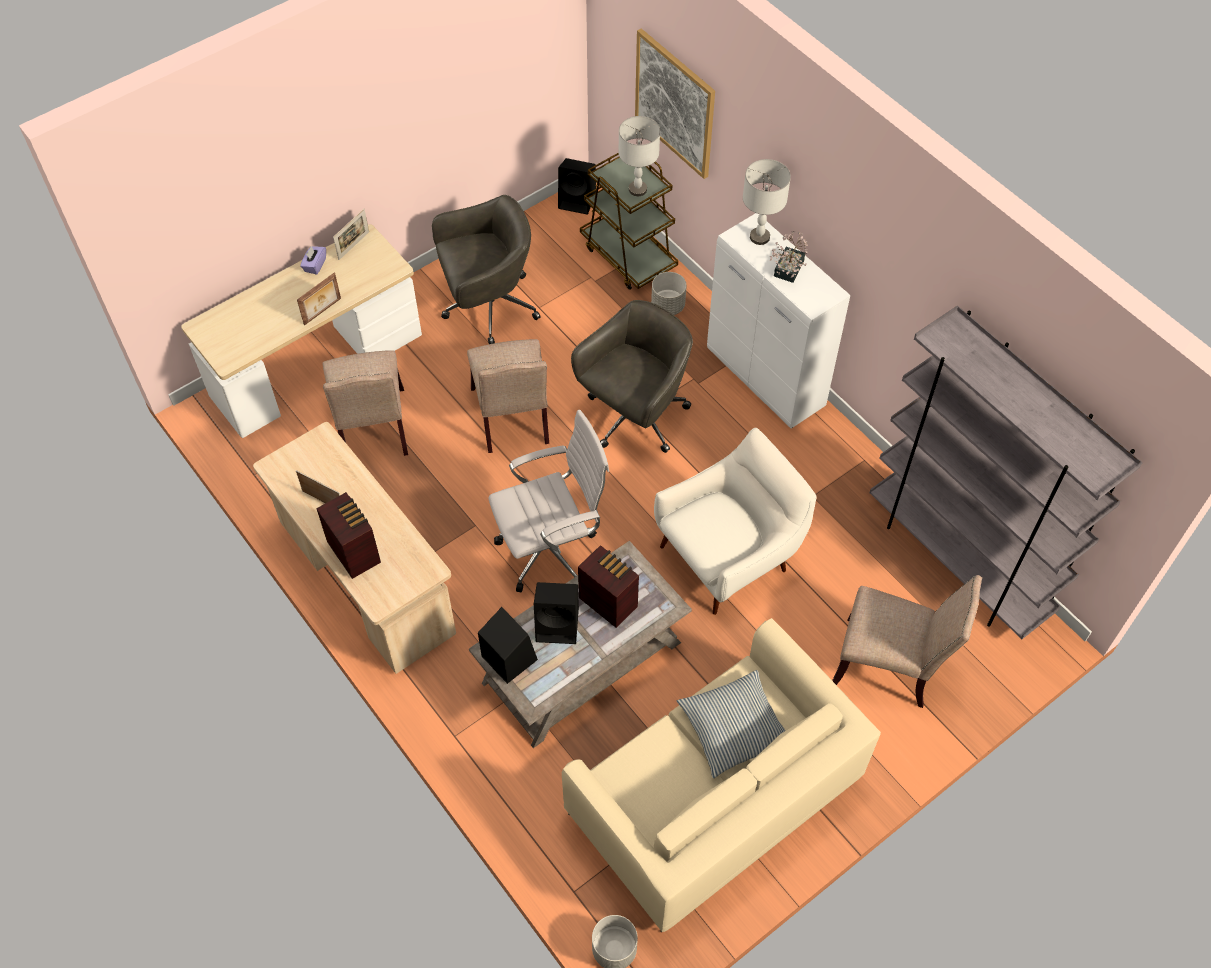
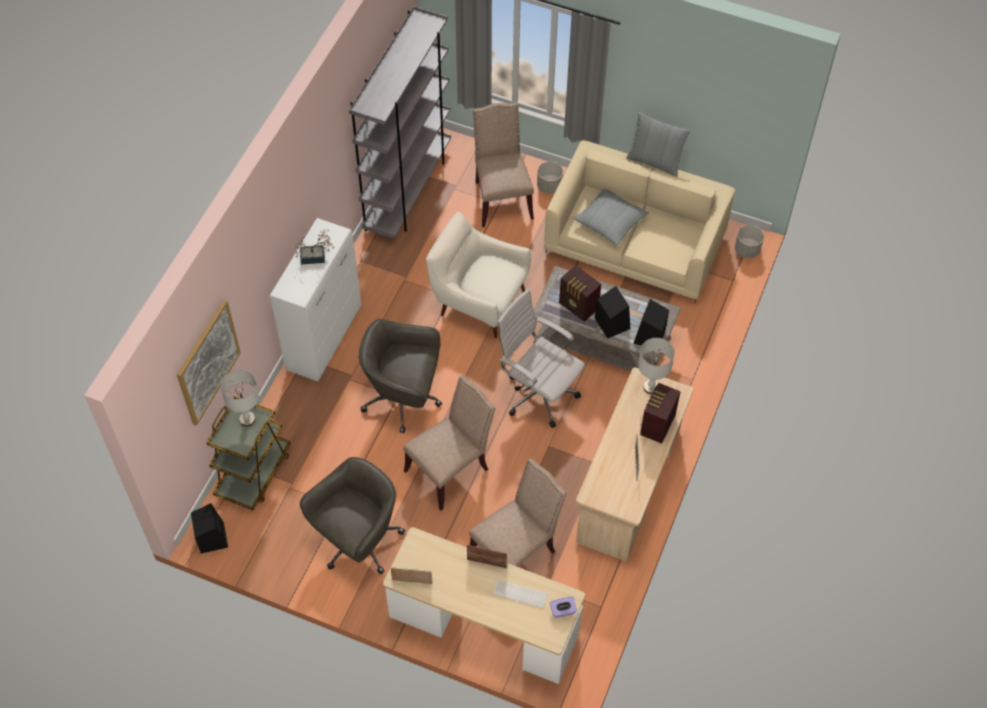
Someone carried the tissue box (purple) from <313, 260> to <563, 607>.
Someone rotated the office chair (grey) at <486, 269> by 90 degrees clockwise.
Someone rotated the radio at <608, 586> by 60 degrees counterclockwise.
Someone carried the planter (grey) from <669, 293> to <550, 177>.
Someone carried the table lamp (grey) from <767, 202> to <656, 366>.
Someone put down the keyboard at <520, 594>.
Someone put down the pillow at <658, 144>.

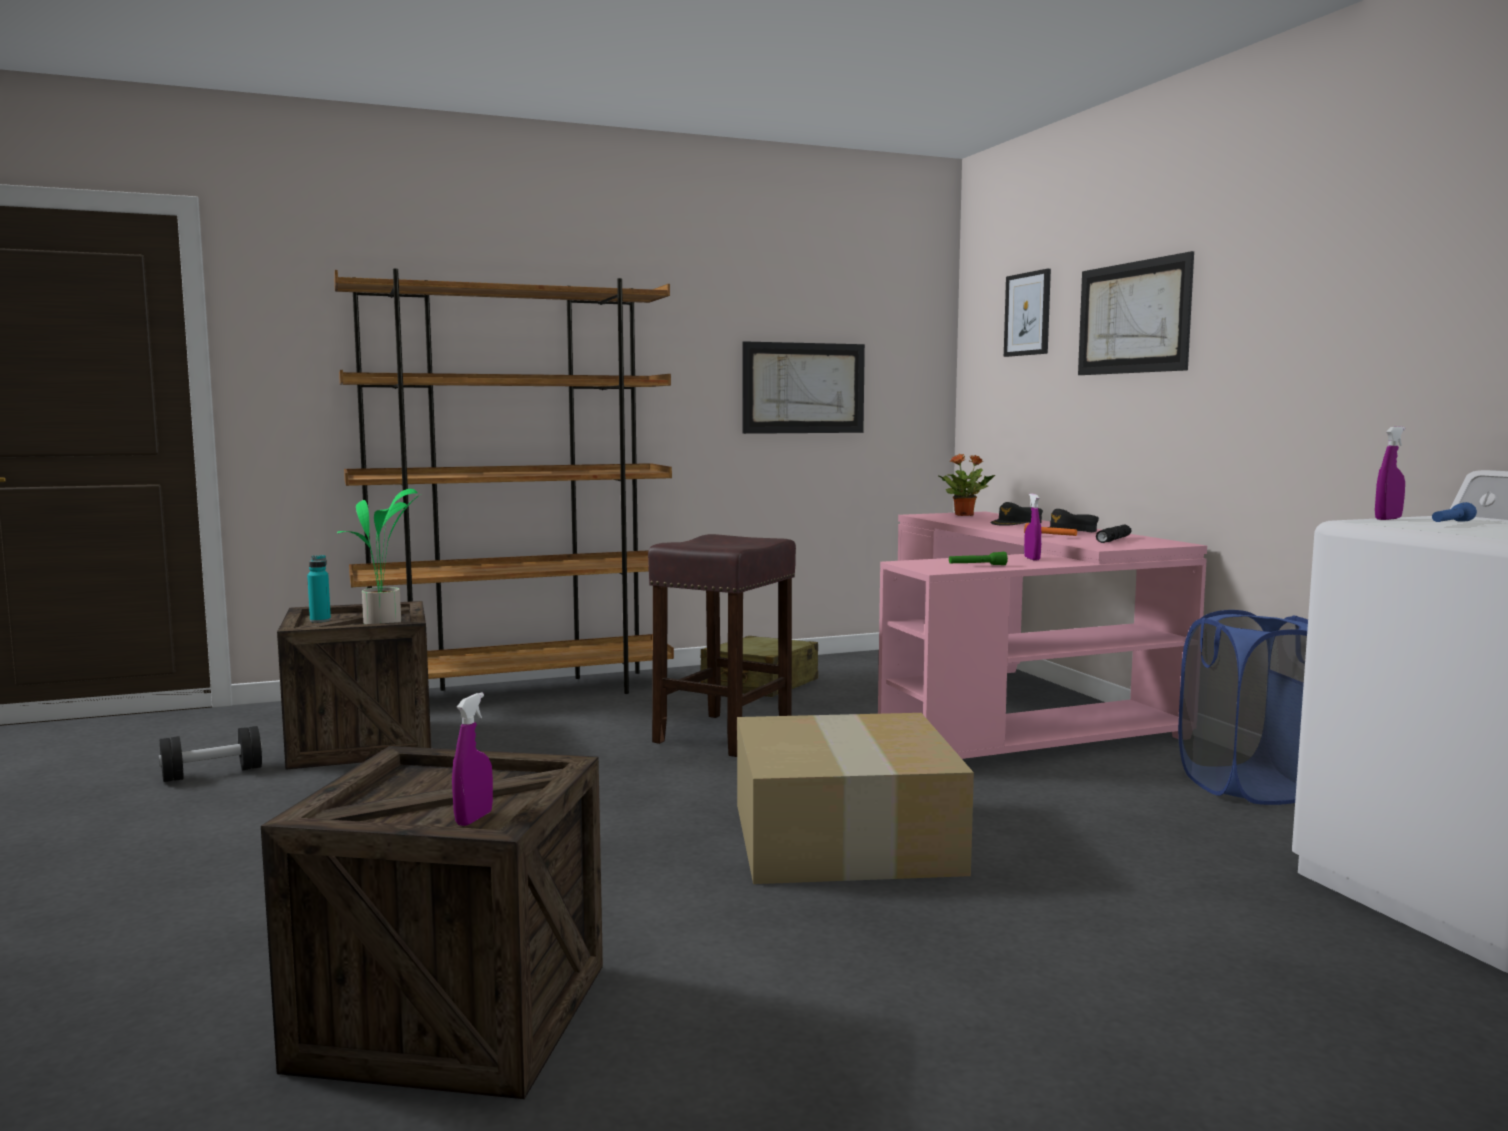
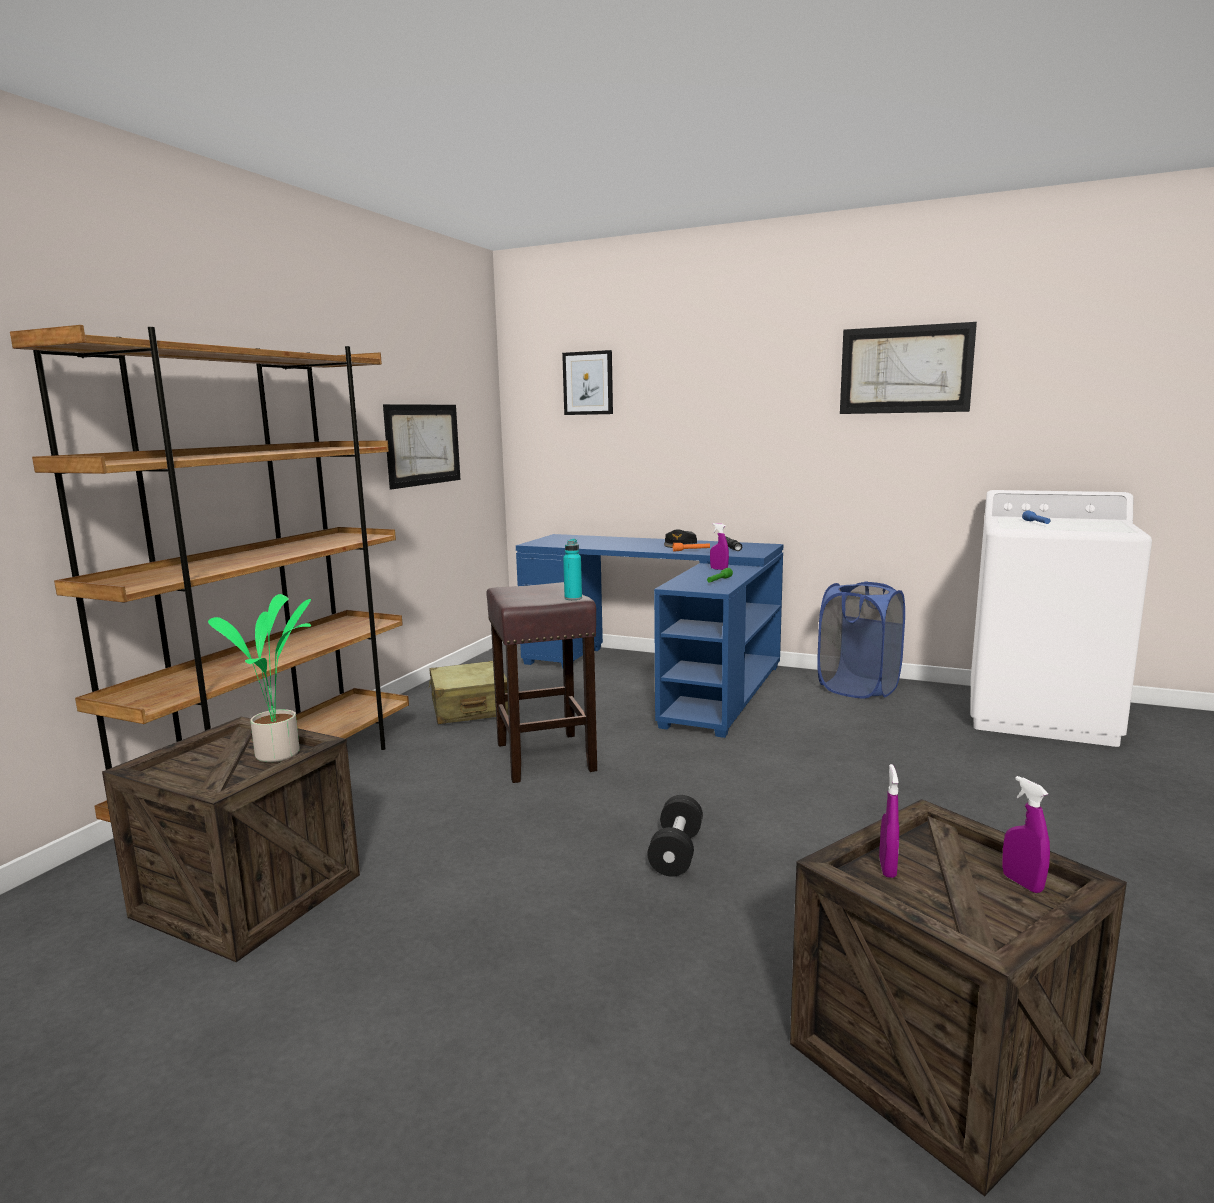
Someone carried the dumbbell (black) from <210, 754> to <675, 836>.
Someone carried the bottle (turquoise) from <319, 589> to <572, 569>.
Someone took away the cardboard box at <855, 798>.
Someone repainted the desk (pink) at <1042, 635>, which became the desk (blue) at <649, 636>.
Someone took away the potted plant at <966, 485>.
Someone took away the cap (black) at <1017, 514>.
Someone carried the picture from <1136, 313> to <908, 368>.
Someone carried the spray bottle (purple) from <1390, 473> to <889, 821>.

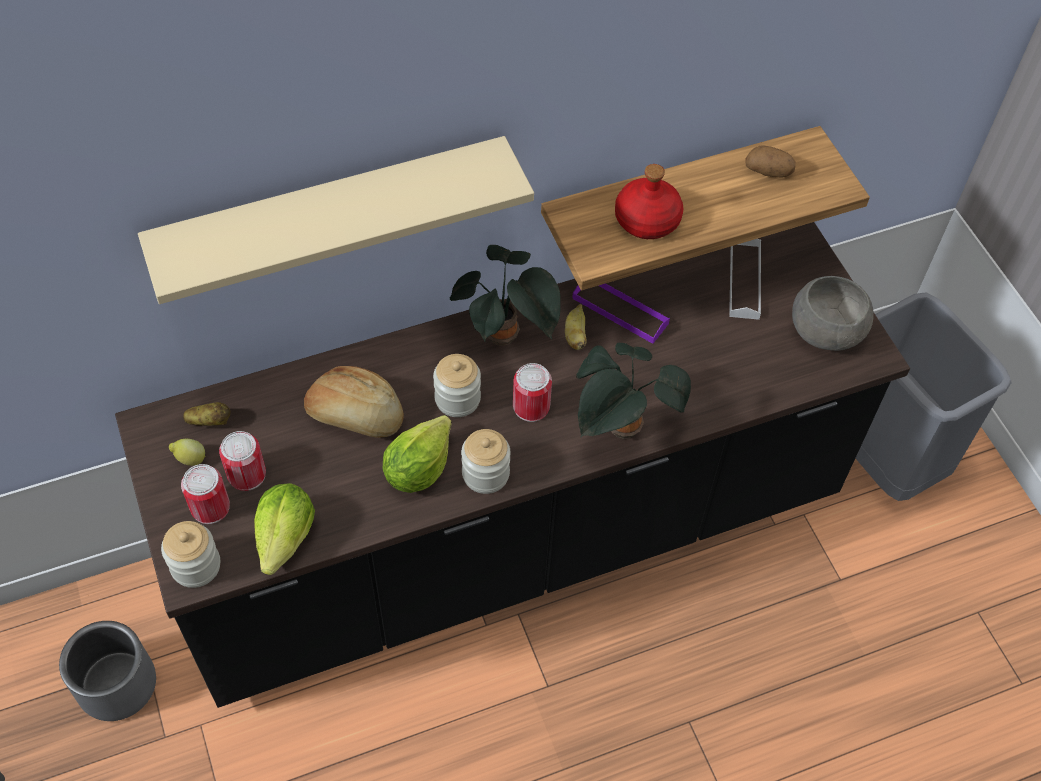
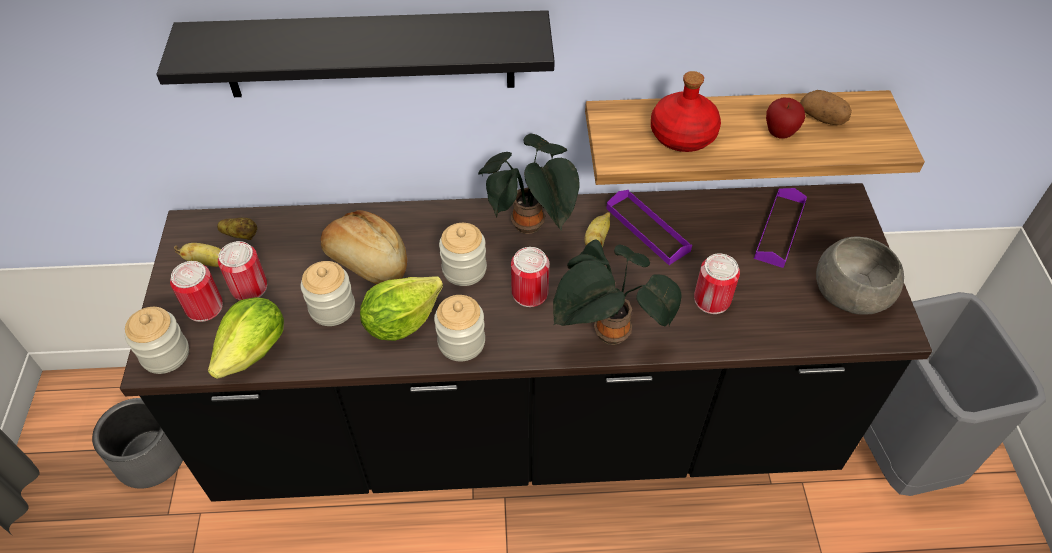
Someone repainted the shelf (beige) at <336, 220>, which became the shelf (black) at <355, 53>.
Someone swapped the lemon at <187, 452> for the banana at <197, 255>.
Someone repainted the tray (white) at <745, 279>, which became the tray (purple) at <780, 228>.
Someone put down the jar at <328, 293>.
Someone put down the can at <717, 283>.
Someone put down the apple at <785, 118>.

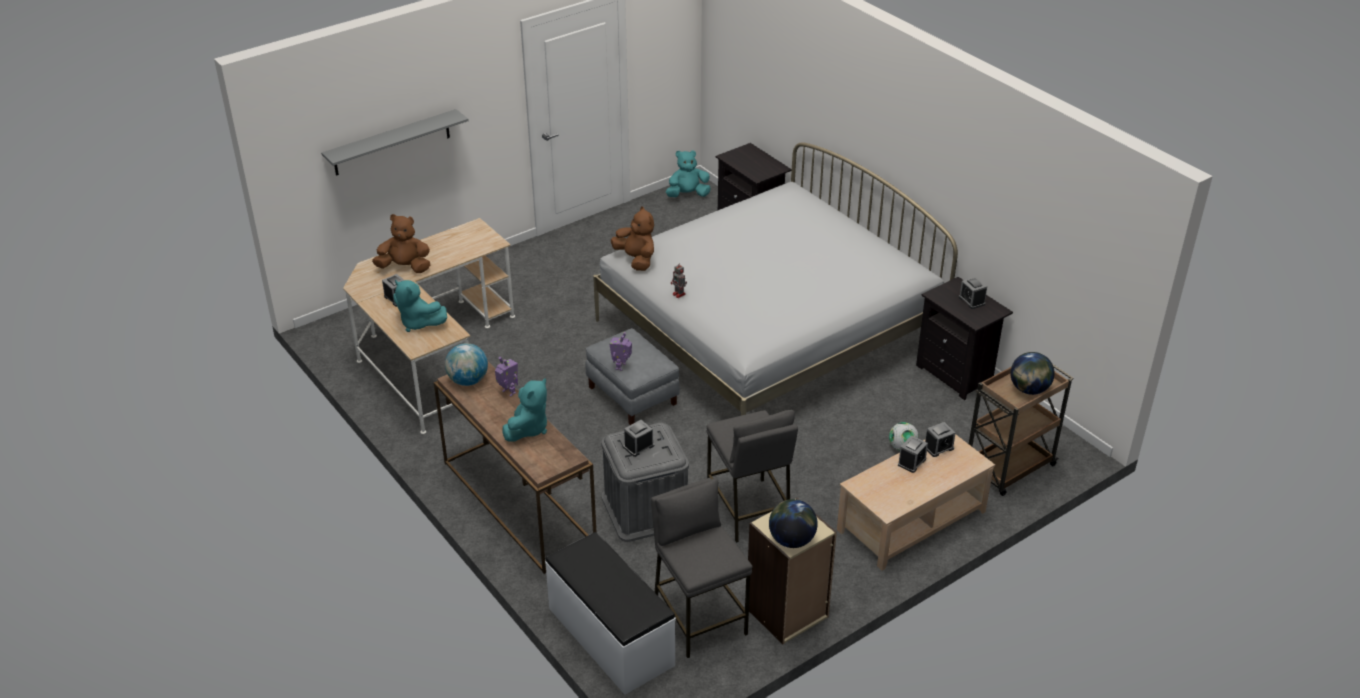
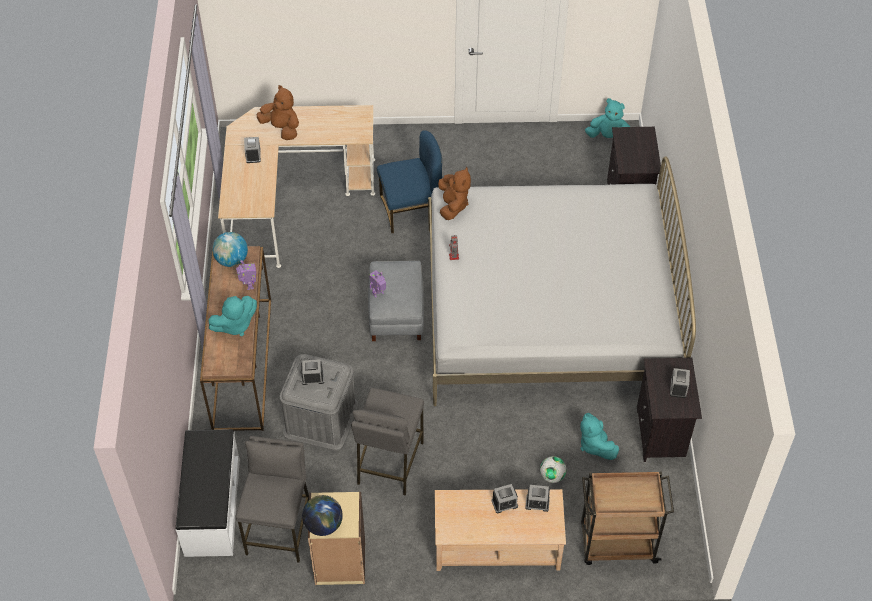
Someone took away the shelf (grey) at <395, 142>.
Someone carried the plush toy (turquoise) from <420, 306> to <599, 436>.
Someone took away the globe at <1032, 373>.
Someone put down the chair (blue) at <409, 181>.

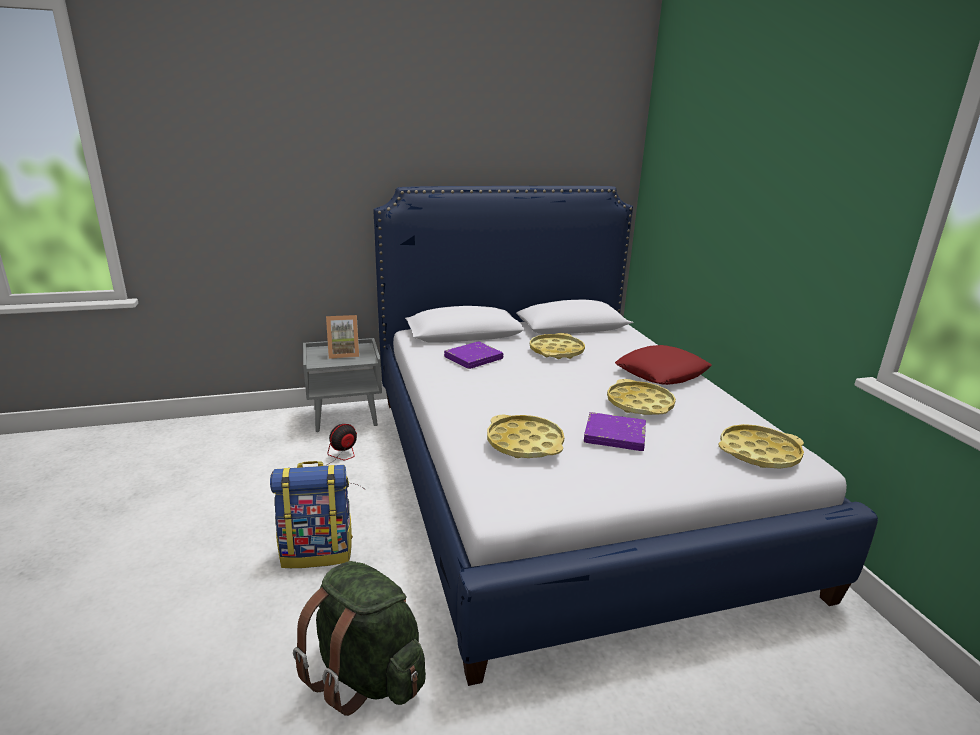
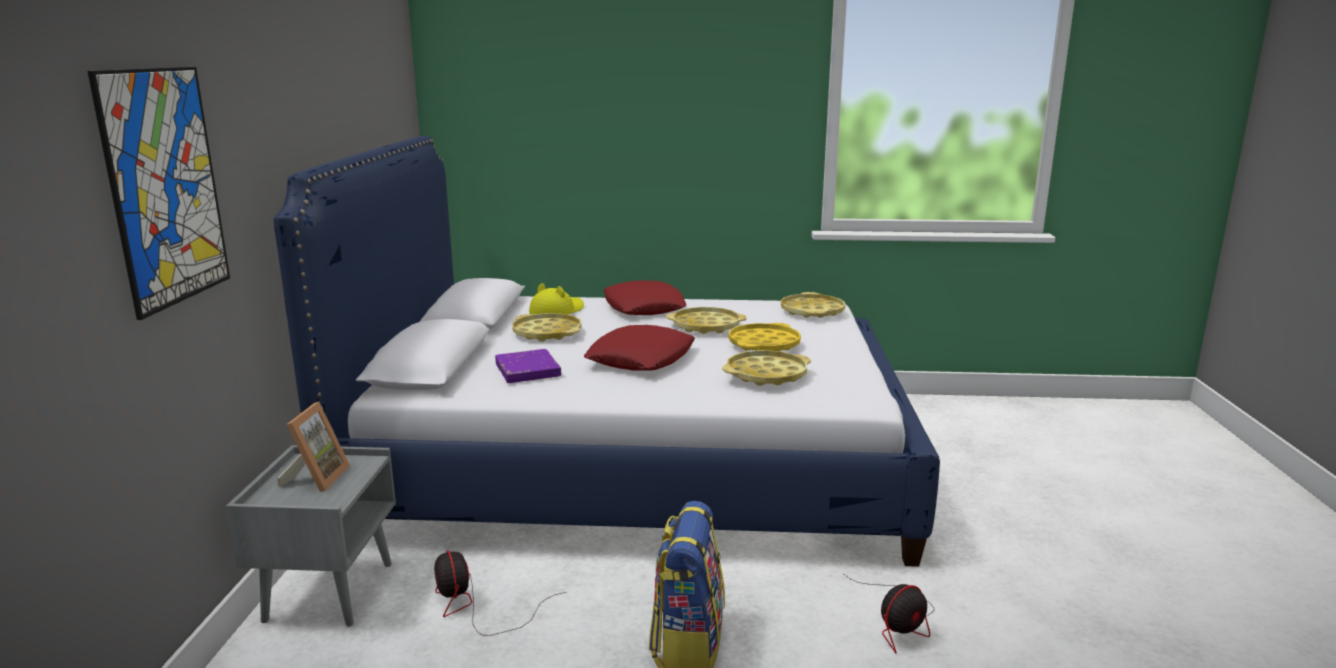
Someone swapped the backpack (green) at <359, 638> for the fan at <889, 613>.
Someone swapped the book (purple) at <615, 431> for the tray (yellow) at <764, 337>.
Someone put up the picture at <159, 193>.
Someone put down the hat (yellow) at <556, 298>.
Someone put down the pillow (red) at <639, 348>.

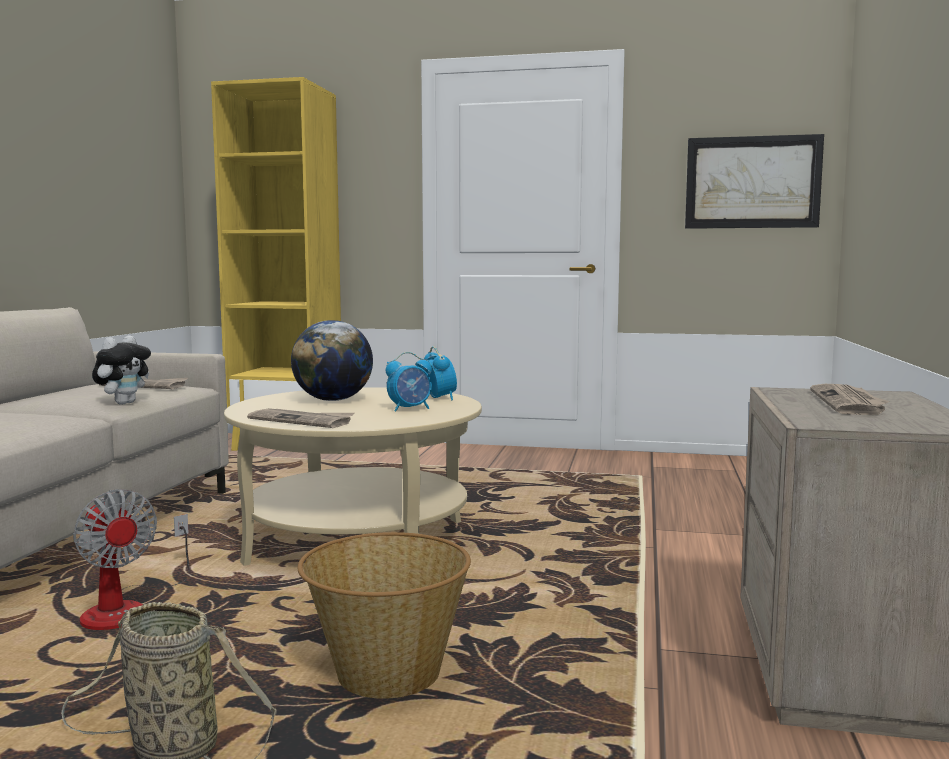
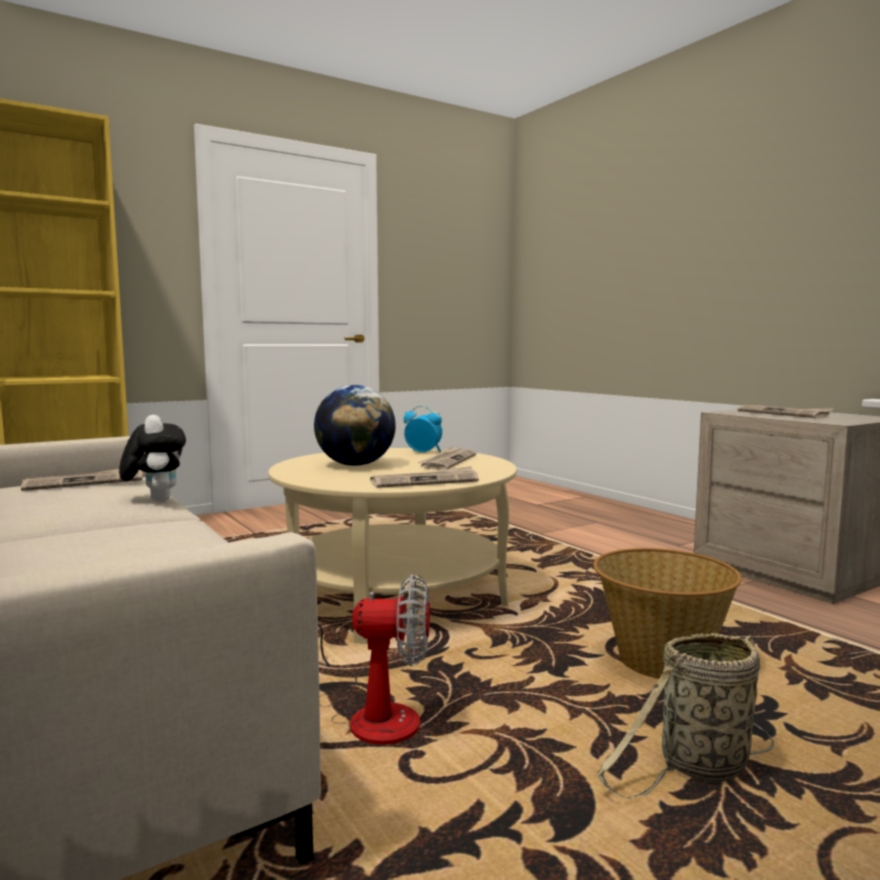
Someone swapped the alarm clock at <409, 381> for the newspaper at <447, 458>.
Someone took away the picture at <754, 181>.

